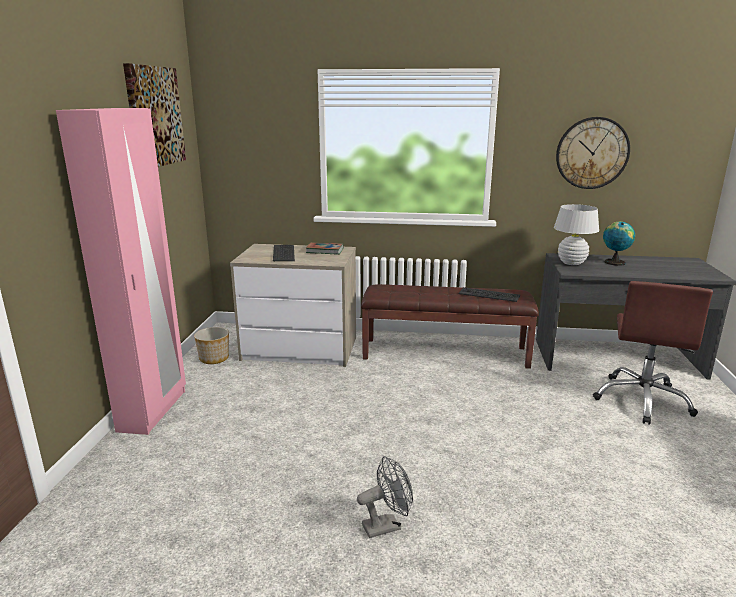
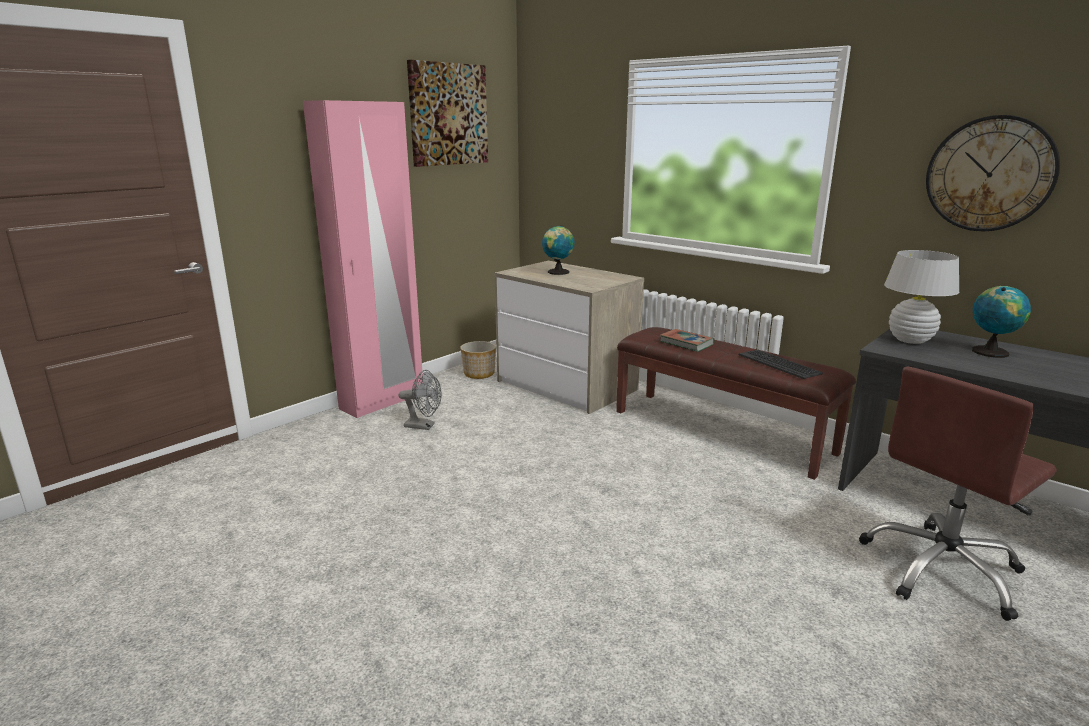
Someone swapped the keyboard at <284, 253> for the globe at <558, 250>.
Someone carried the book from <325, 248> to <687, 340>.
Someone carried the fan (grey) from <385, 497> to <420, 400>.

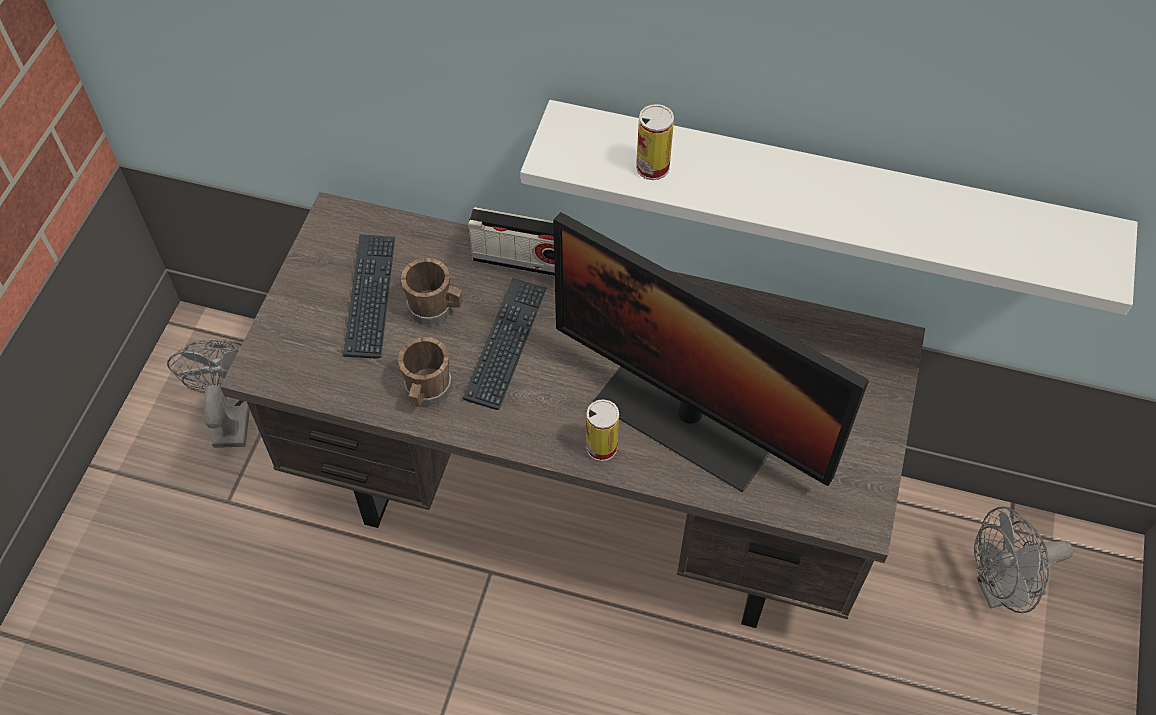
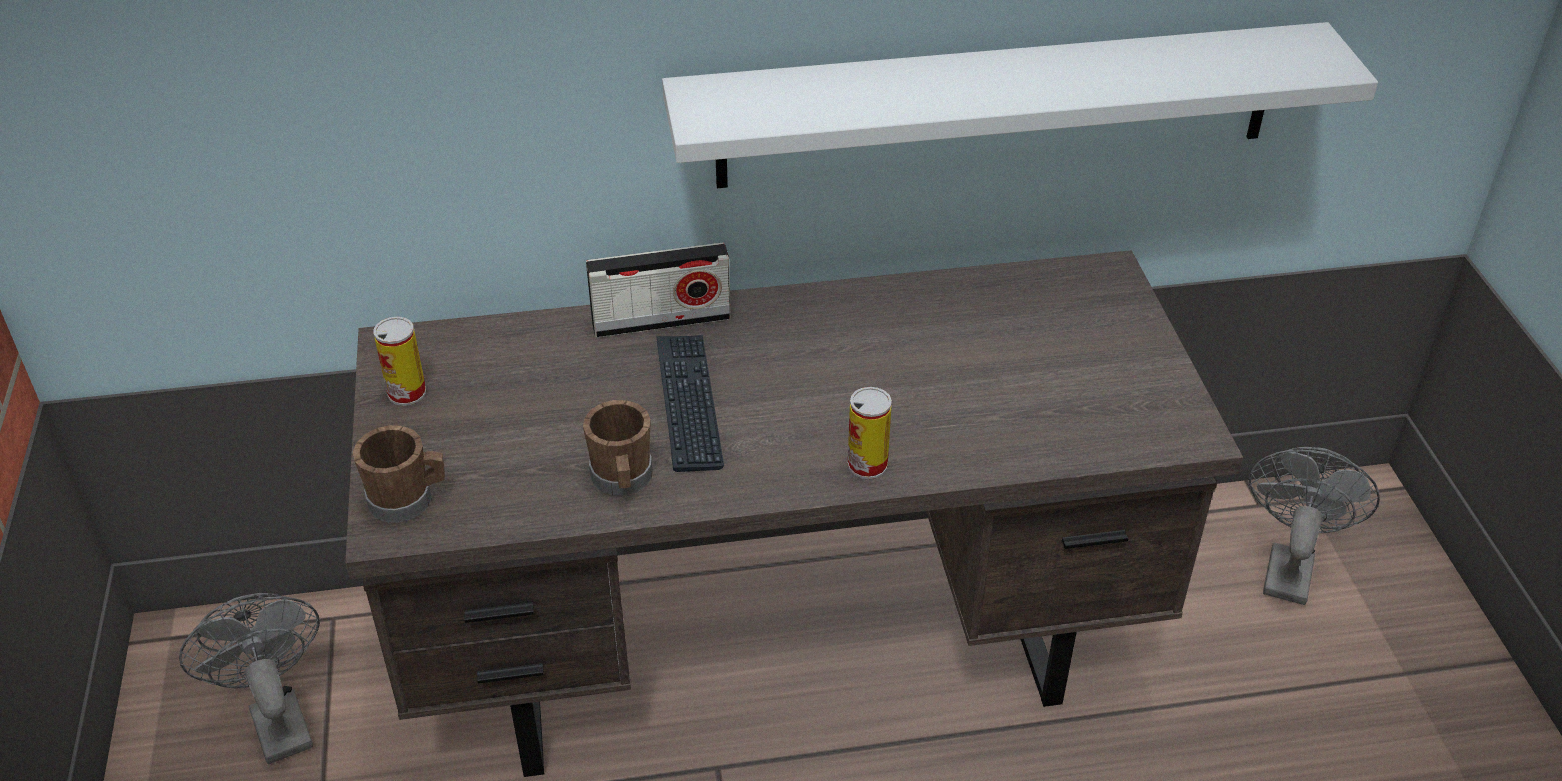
Someone took away the keyboard at <369, 296>.
Someone carried the mug (brown) from <432, 292> to <399, 474>.
Someone took away the monitor at <711, 352>.
Someone carried the can from <655, 142> to <400, 361>.
Someone rotated the fan (grey) at <1023, 560> by 150 degrees clockwise.

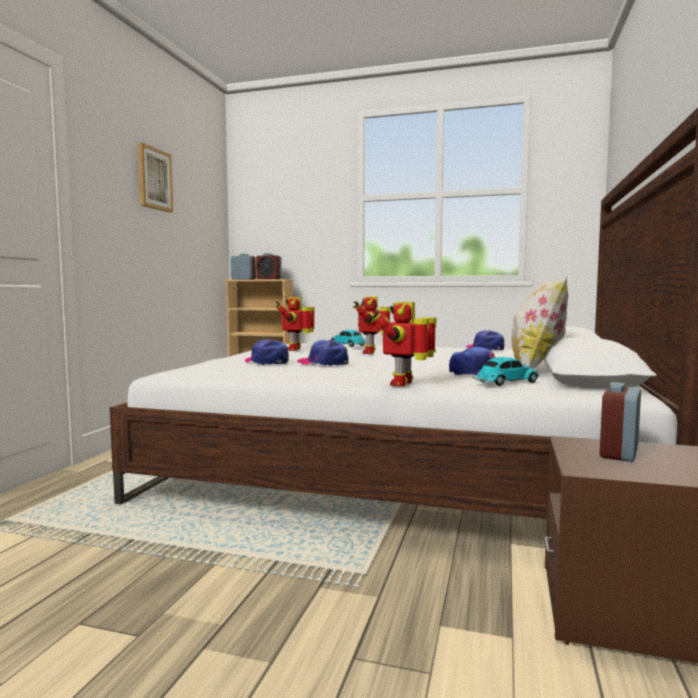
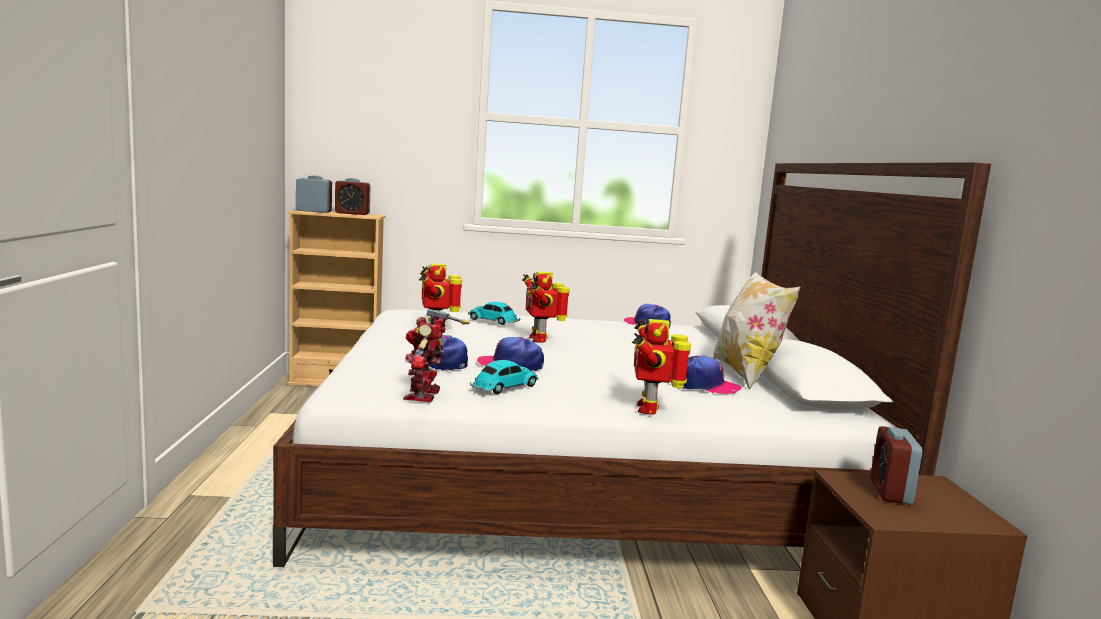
Someone took away the picture at <155, 177>.
Someone carried the toy car from <506, 371> to <504, 377>.
Someone put down the toy robot at <436, 355>.

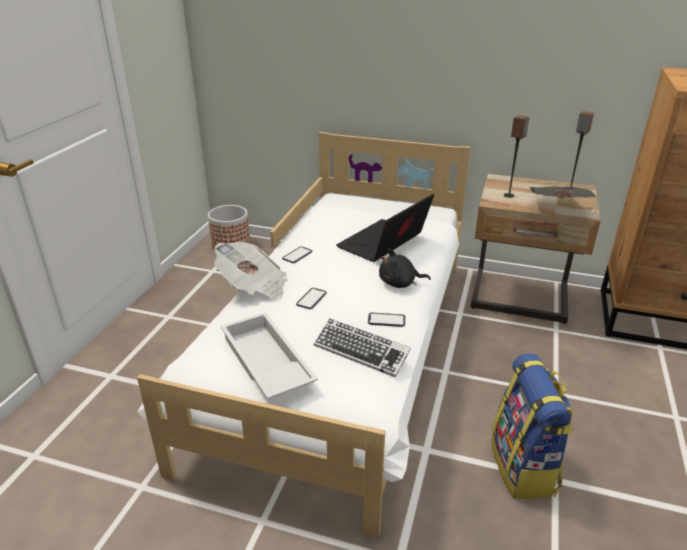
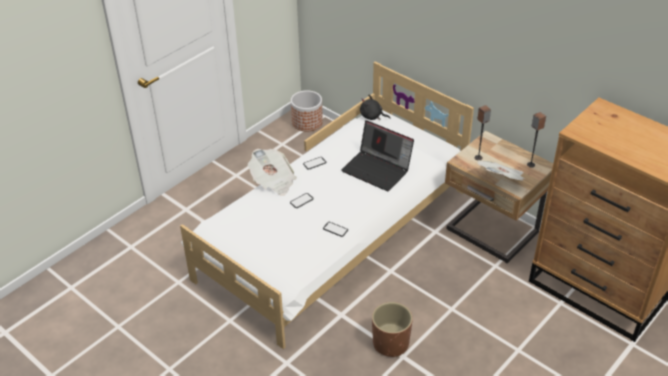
Someone took away the tray (white) at <269, 355>.
Someone took away the keyboard at <362, 348>.
Someone rotated the laptop at <385, 228> by 120 degrees counterclockwise.
Someone carried the plush toy (black) from <405, 268> to <375, 107>.
Someone swapped the backpack at <532, 426> for the planter (brown) at <392, 329>.

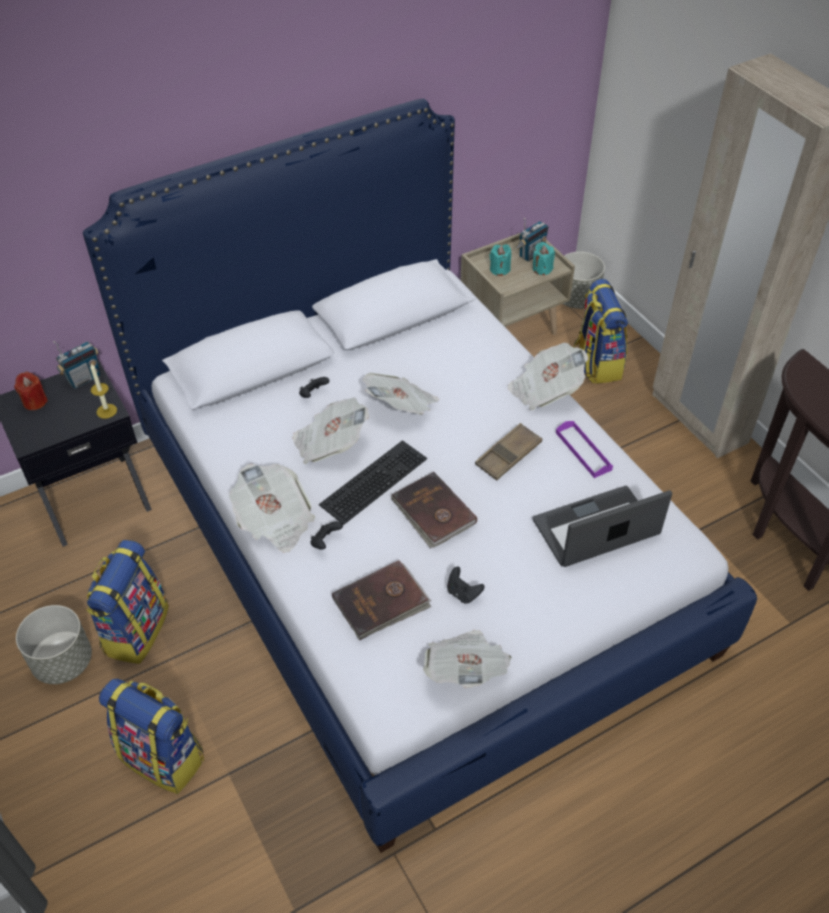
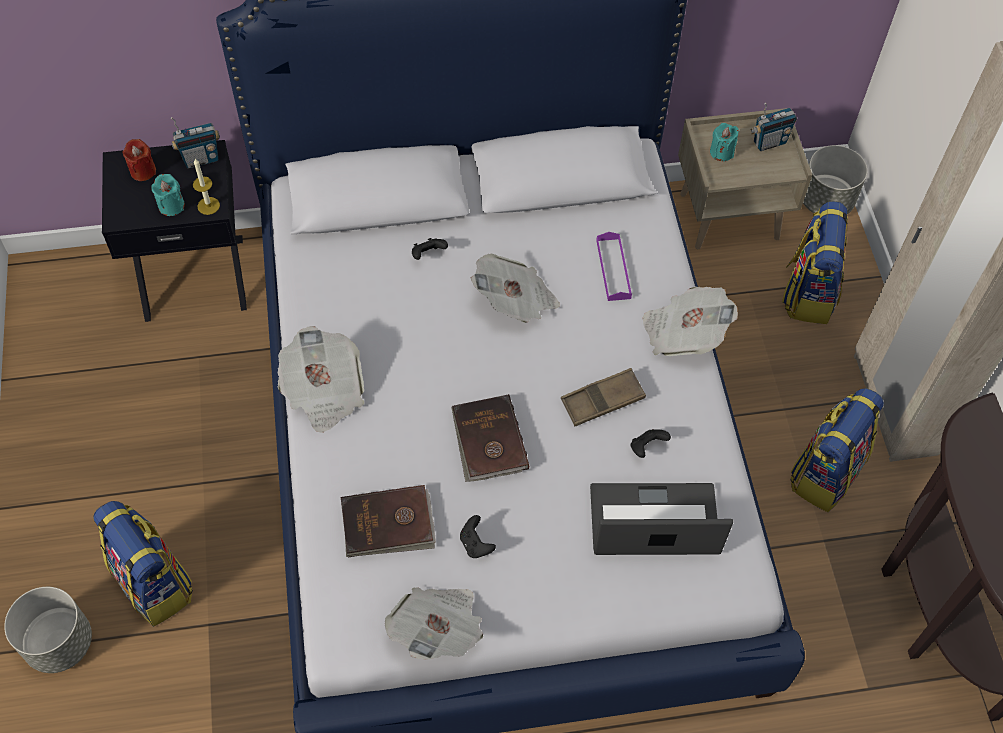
Someone carried the planter (grey) from <54, 644> to <48, 630>.
Someone carried the backpack from <127, 602> to <837, 450>.
Someone took away the newspaper at <330, 430>.
Someone carried the game controller (black) from <326, 535> to <651, 443>.
Someone took away the keyboard at <373, 482>.
Someone carried the candle (turquoise) from <544, 258> to <168, 195>.
Someone carried the tray (purple) from <584, 449> to <614, 266>.

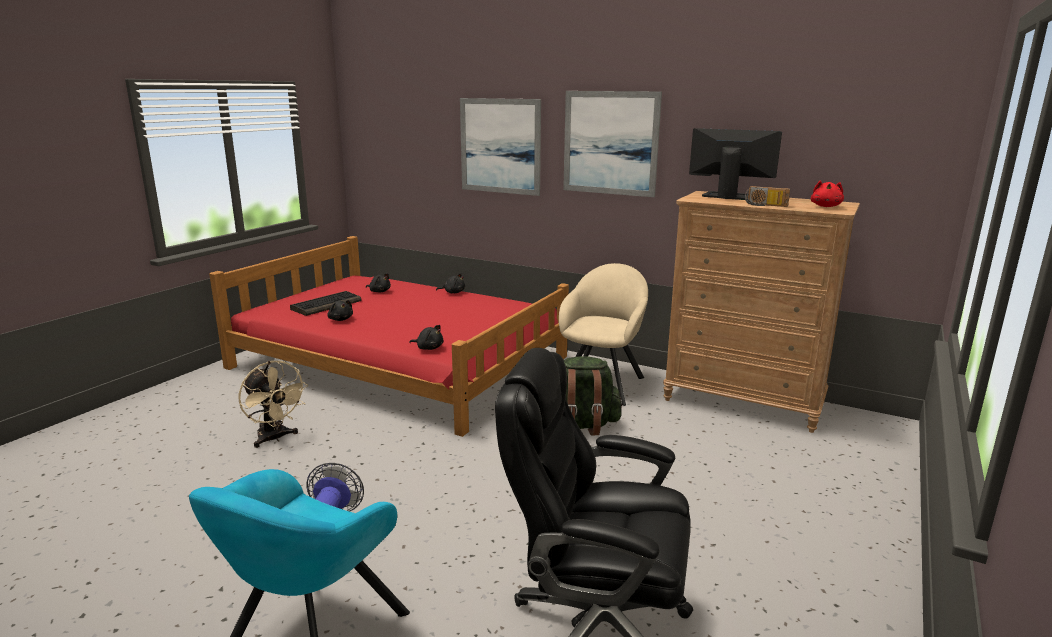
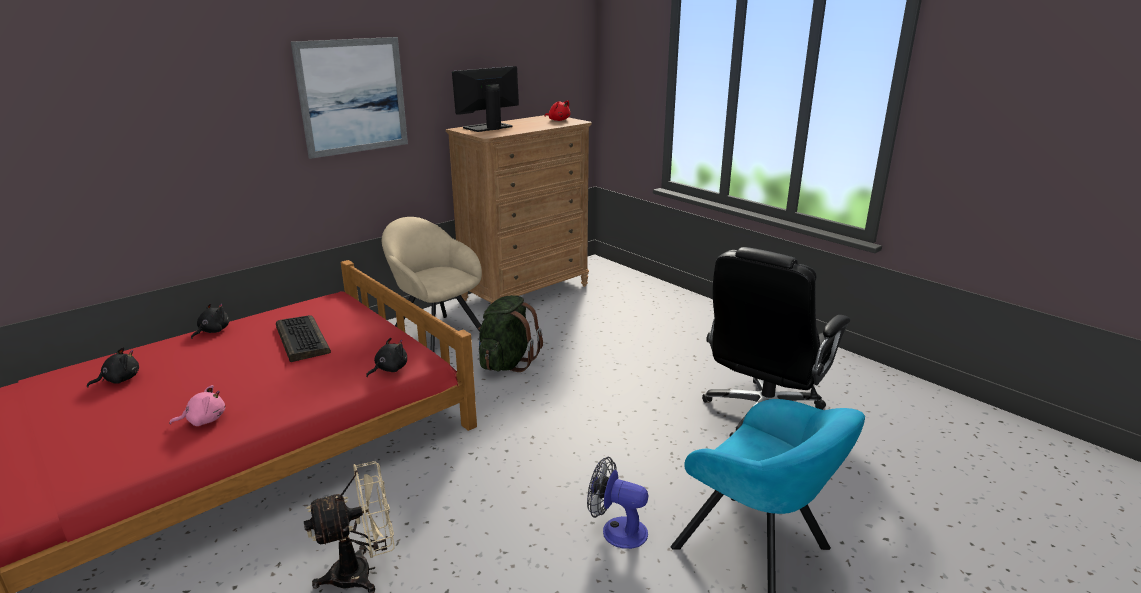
Someone carried the keyboard from <326, 303> to <303, 338>.
Someone repainted the plush toy (black) at <340, 310>, which became the plush toy (pink) at <197, 405>.
Someone took away the picture at <500, 147>.
Someone took away the radio at <767, 196>.

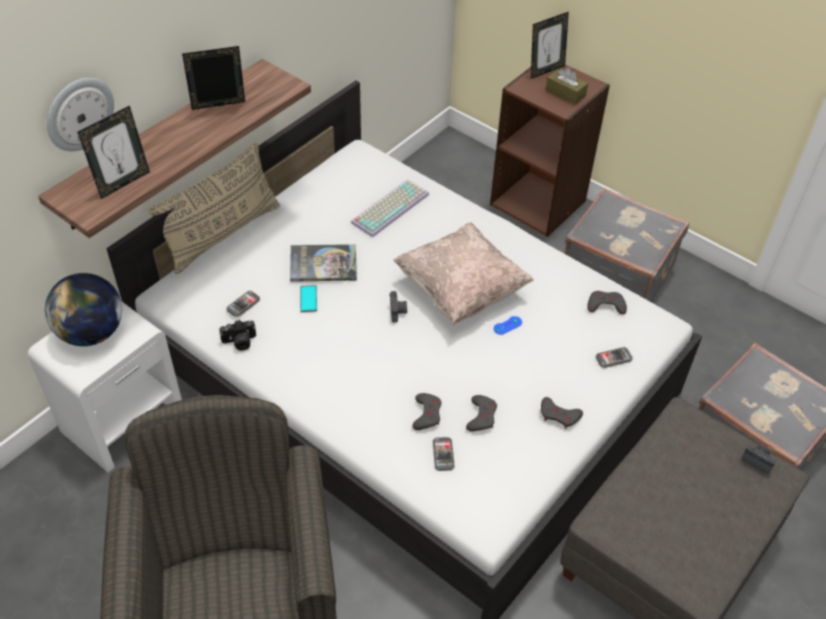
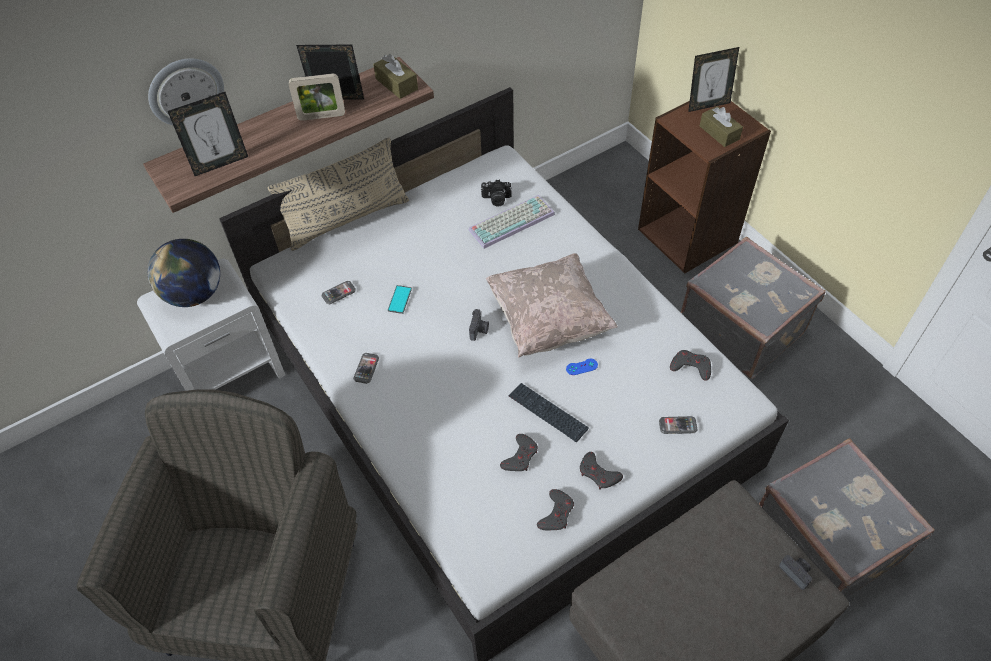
Someone carried the photo camera from <237, 335> to <496, 193>.
Someone took away the book at <323, 263>.
Someone carried the game controller (grey) from <427, 411> to <555, 510>.
Someone carried the phone from <444, 454> to <366, 368>.
Someone put down the picture frame at <317, 97>.
Someone put down the tissue box (brown) at <395, 76>.
Someone put down the keyboard at <548, 412>.

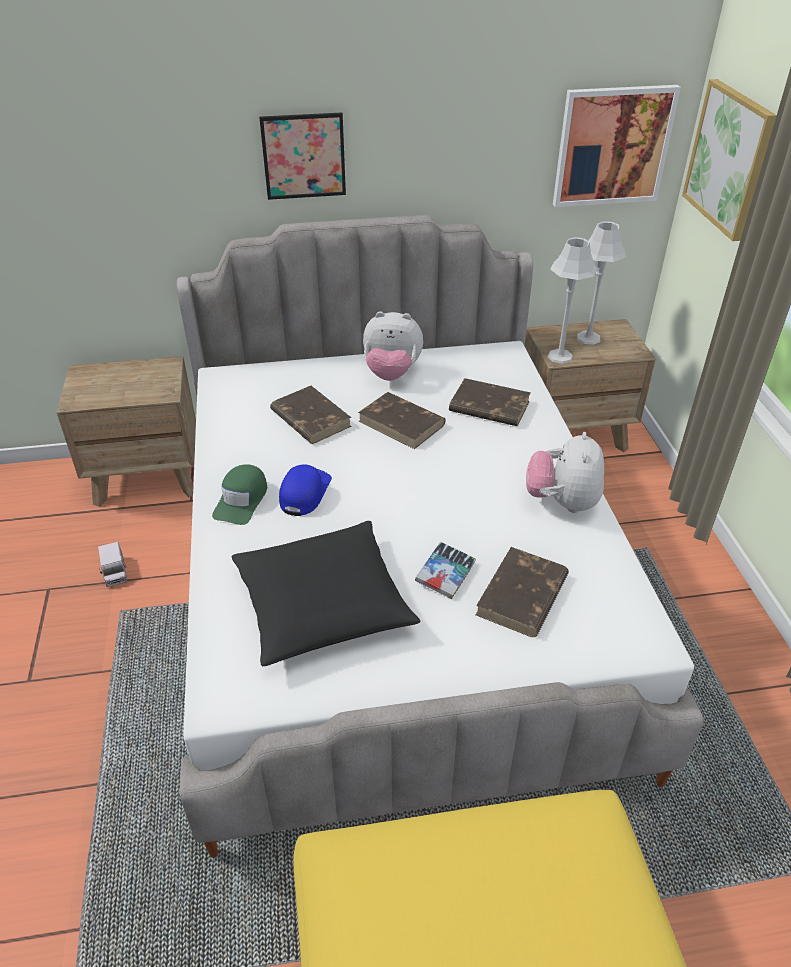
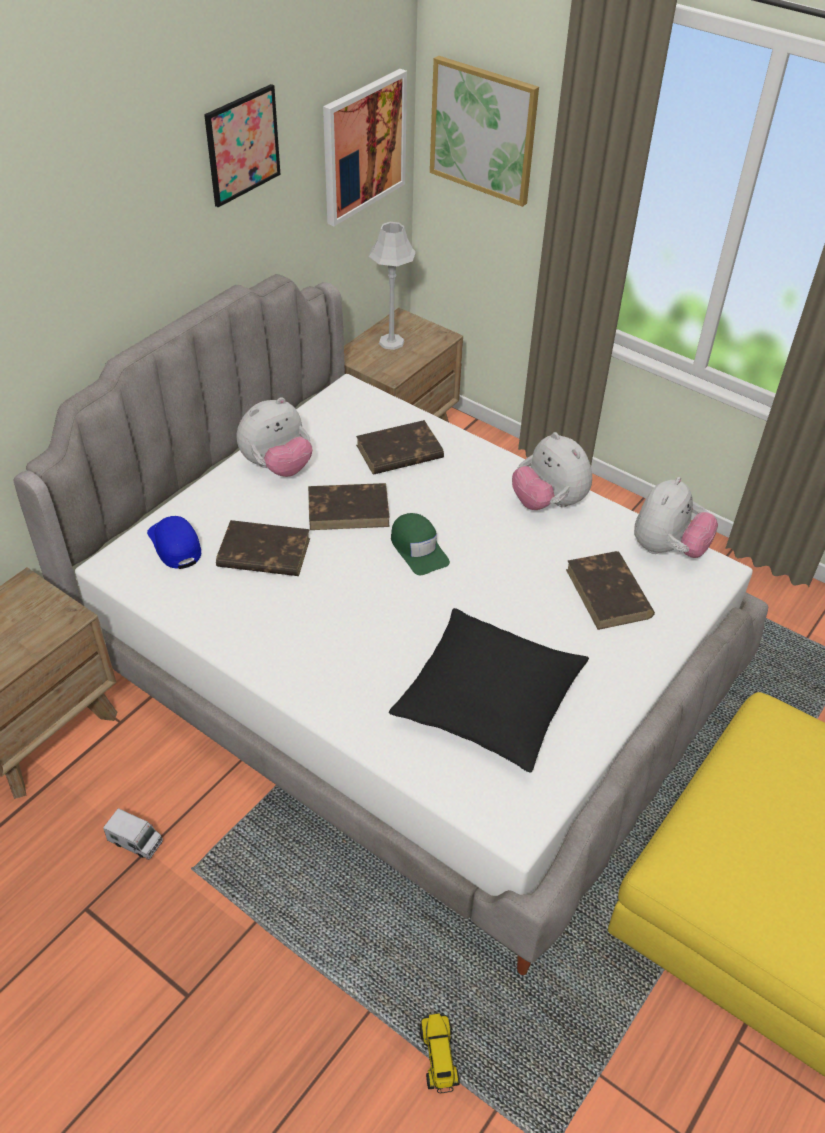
Someone carried the cap (green) from <239, 494> to <420, 544>.
Someone carried the picture from <302, 156> to <242, 145>.
Someone carried the cap (blue) from <305, 490> to <174, 542>.
Someone took away the book at <445, 570>.
Someone took away the table lamp (grey) at <572, 300>.
Someone put down the toy truck at <439, 1053>.
Someone put down the plush toy at <676, 517>.

